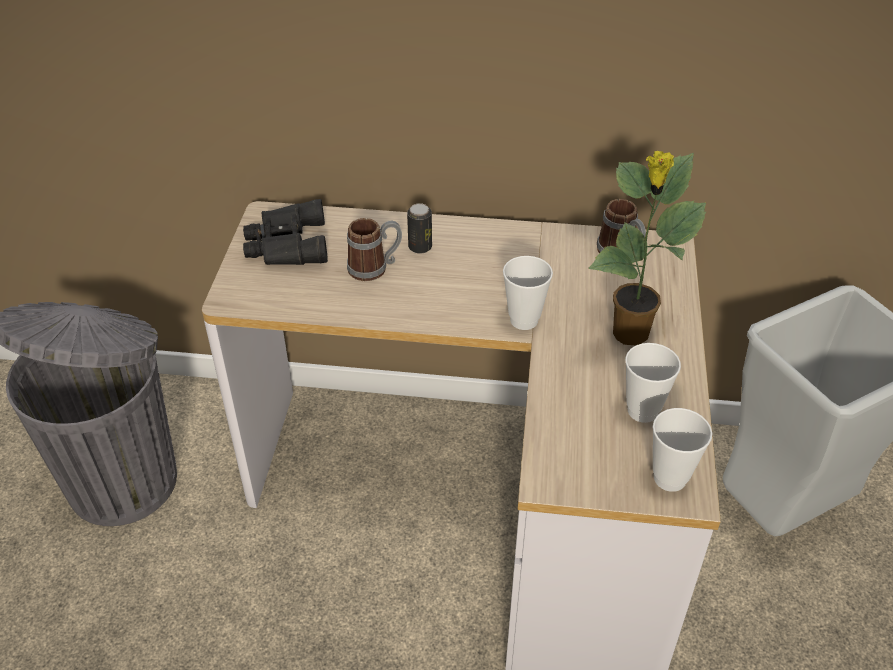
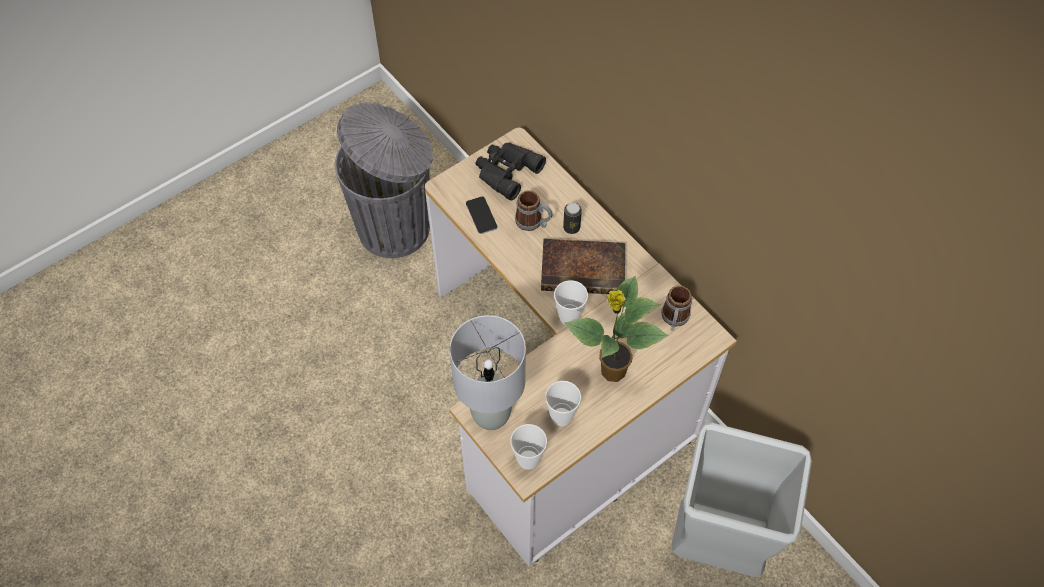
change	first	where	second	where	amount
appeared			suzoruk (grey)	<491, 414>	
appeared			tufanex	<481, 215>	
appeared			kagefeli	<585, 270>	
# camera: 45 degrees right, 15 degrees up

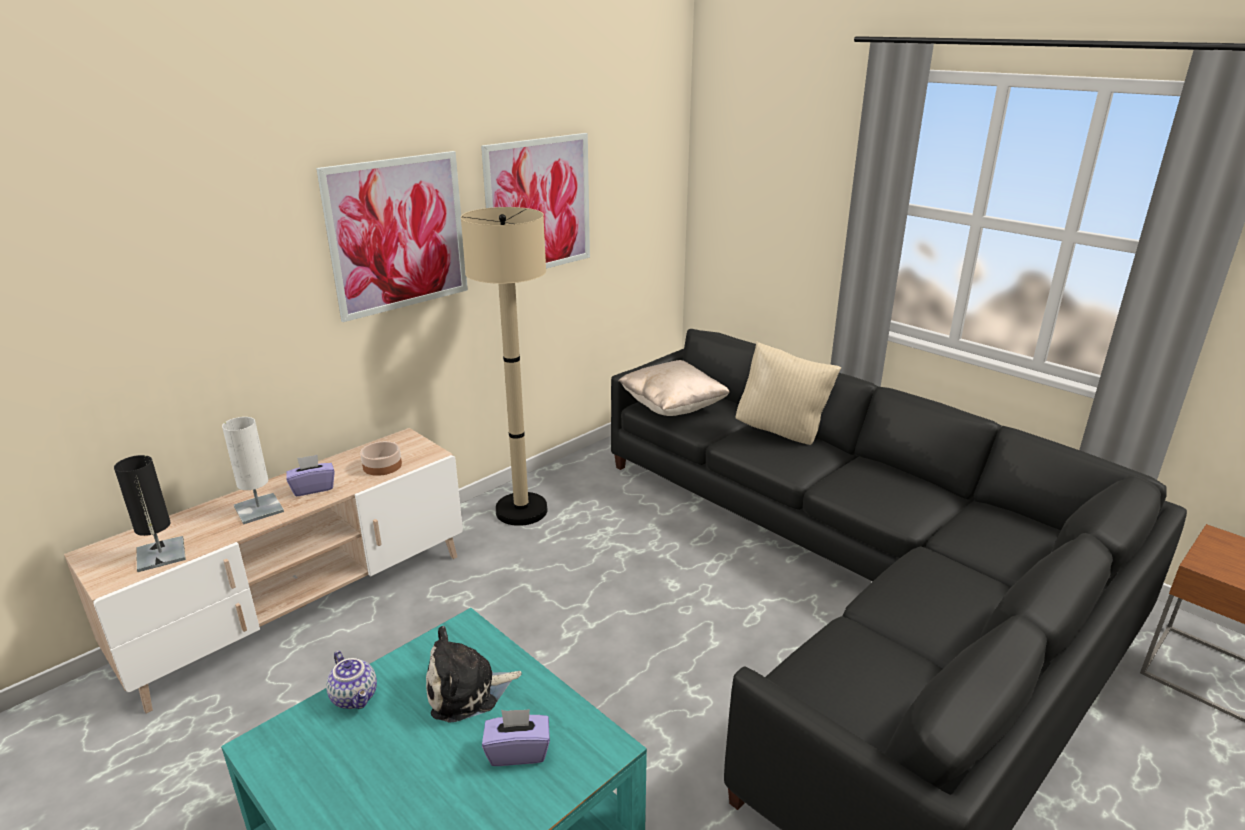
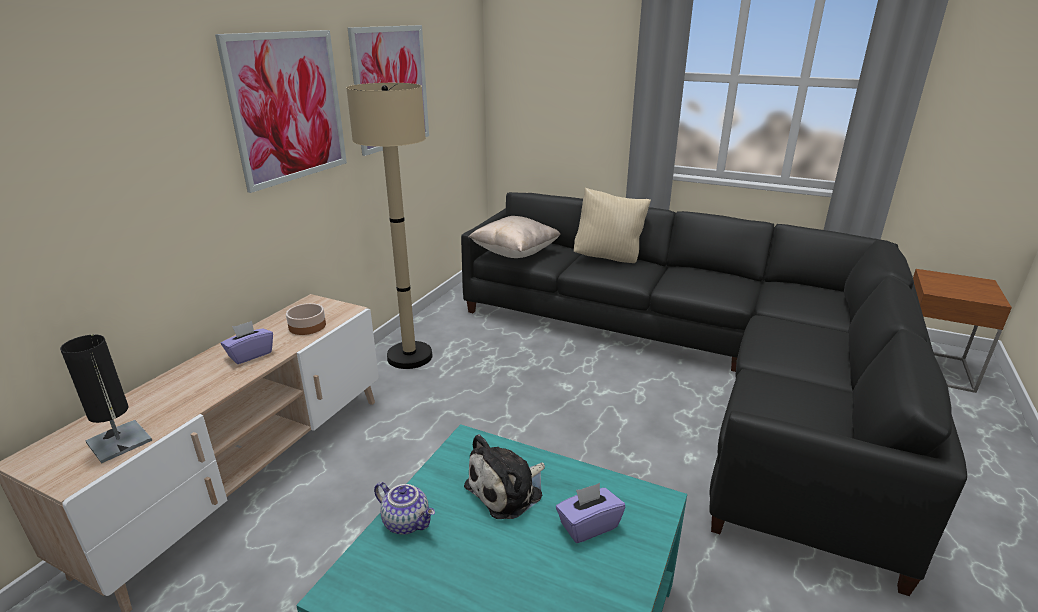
change	first	where	second	where	amount
missing	suzoruk (white)	<259, 509>			
# camera: 20 degrees left, 0 degrees up

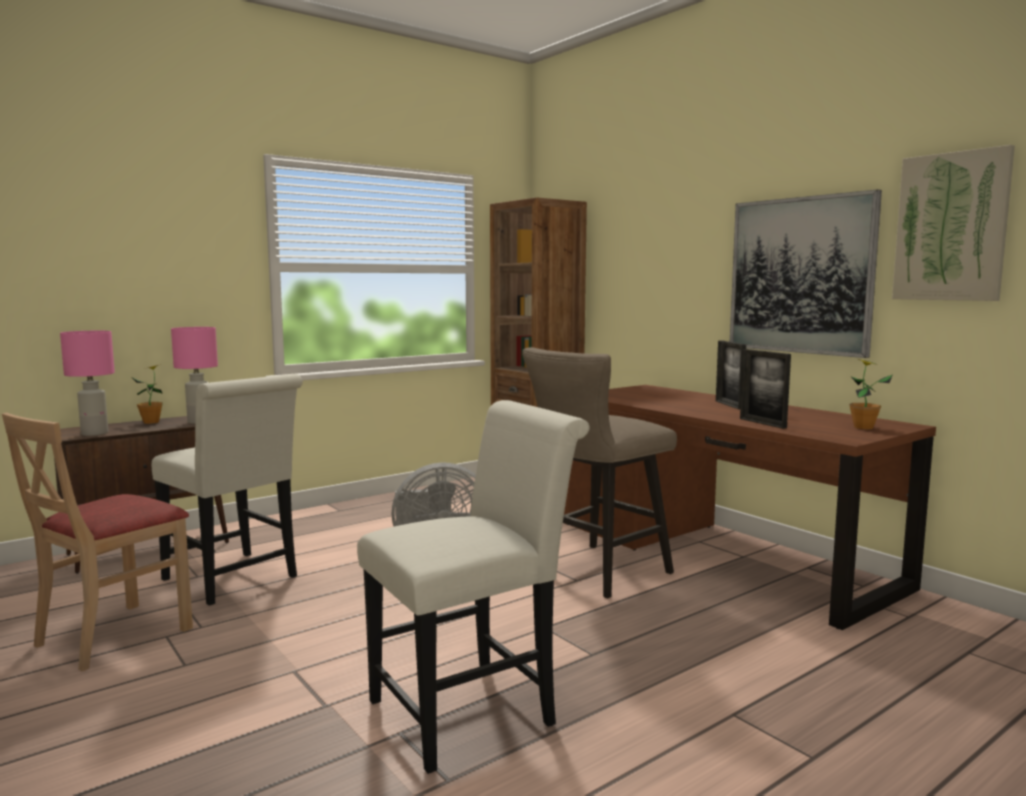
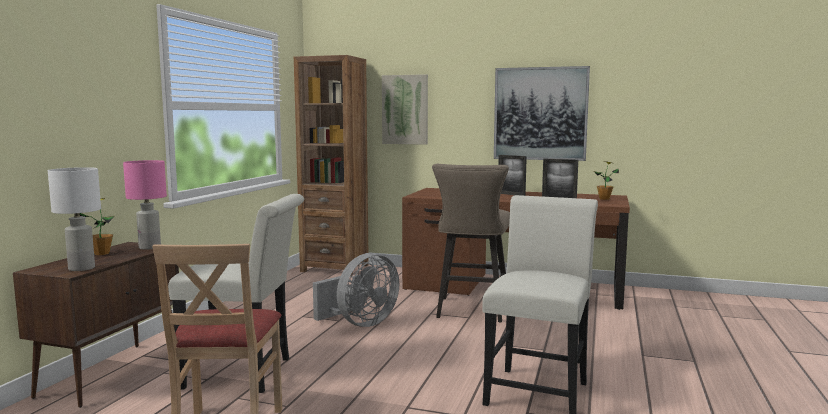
change	first	where	second	where	amount
colour	suzoruk (pink)	<95, 433>	suzoruk (white)	<81, 268>	
relocated	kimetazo	<951, 227>		<405, 109>	
# camera: 35 degrees left, 0 degrees up

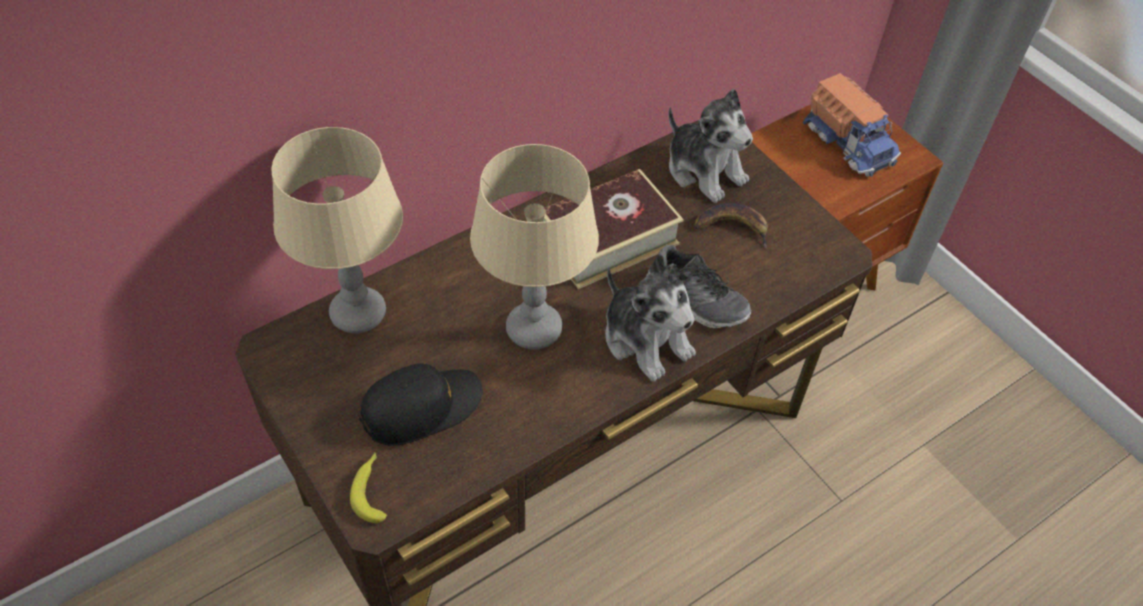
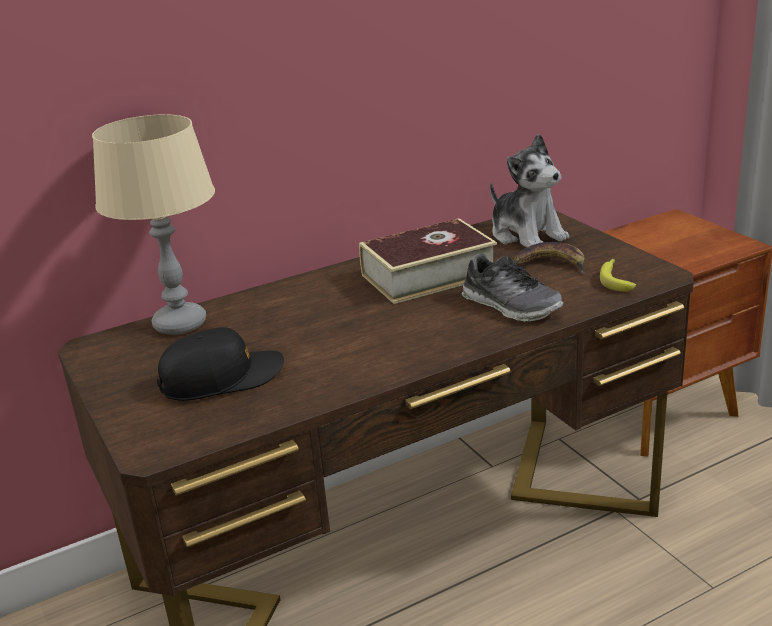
change	first	where	second	where	amount
relocated	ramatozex	<372, 490>		<616, 279>	
missing	suzoruk (beige)	<534, 329>			
missing	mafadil	<646, 339>			
missing	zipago	<849, 141>			
# camera: 10 degrees right, 25 degrees down

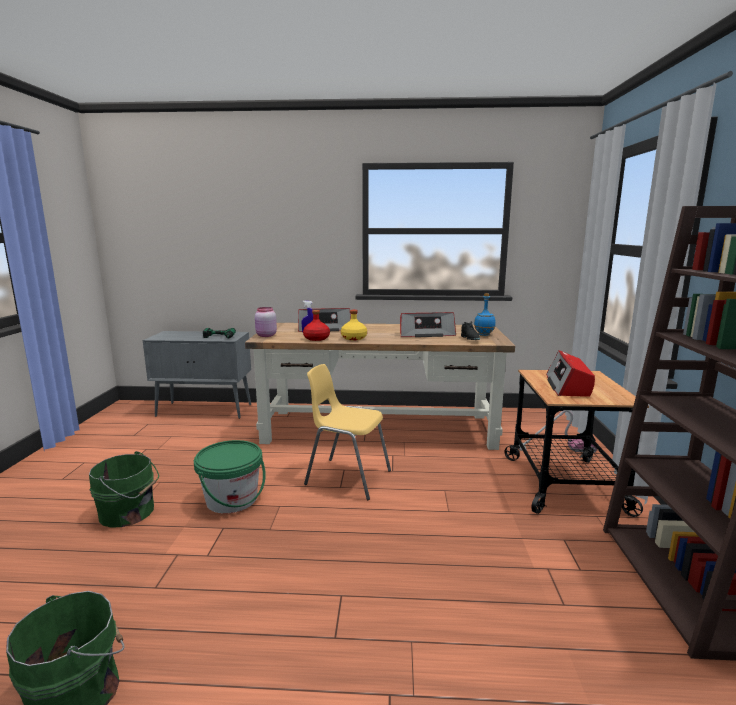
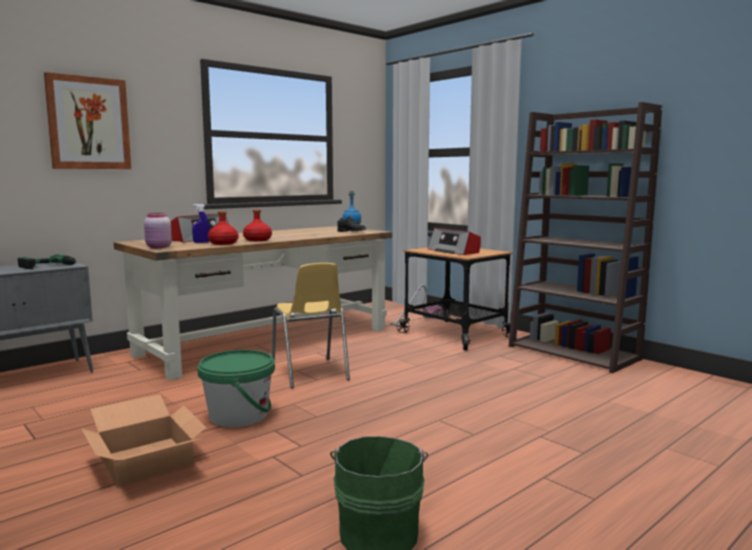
change	first	where	second	where	amount
appeared			kimetazo	<88, 123>	
exchanged	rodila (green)	<129, 513>	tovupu	<148, 460>	
colour	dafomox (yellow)	<353, 338>	dafomox (red)	<257, 240>	
spun	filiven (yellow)	<347, 477>		<310, 373>	90 degrees counterclockwise
missing	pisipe	<426, 334>			
# camera: 45 degrees left, 5 degrees down

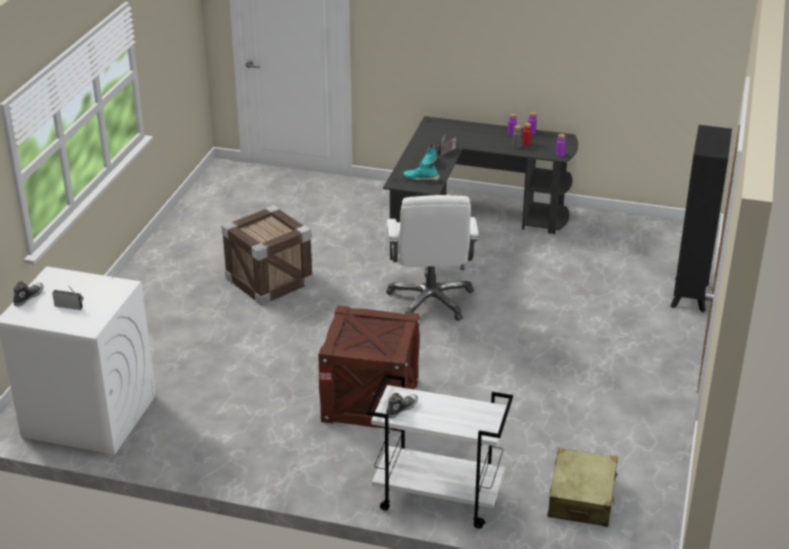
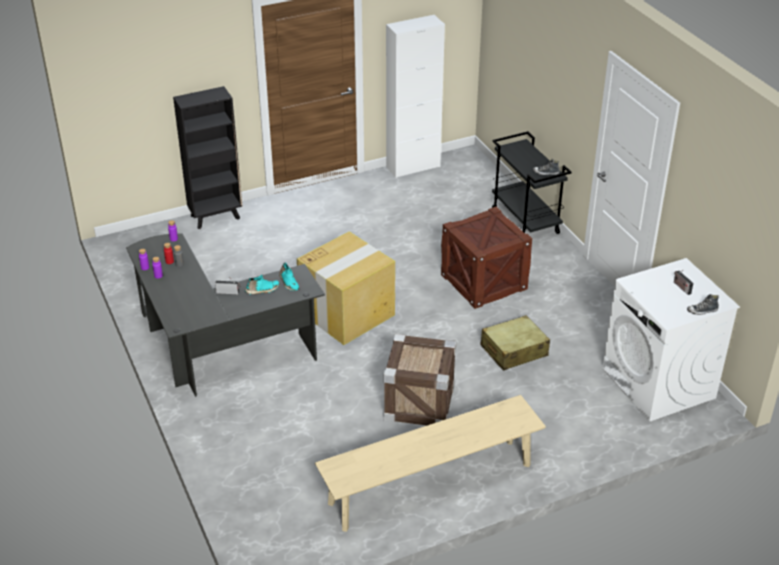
change	first	where	second	where	amount
exchanged	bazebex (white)	<431, 300>	tovupu	<348, 313>	
appeared			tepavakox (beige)	<430, 484>	
appeared			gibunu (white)	<413, 167>	
relocated	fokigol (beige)	<581, 498>		<513, 351>	
colour	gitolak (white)	<436, 498>	gitolak (black)	<526, 221>	
# camera: 130 degrees left, 5 degrees up

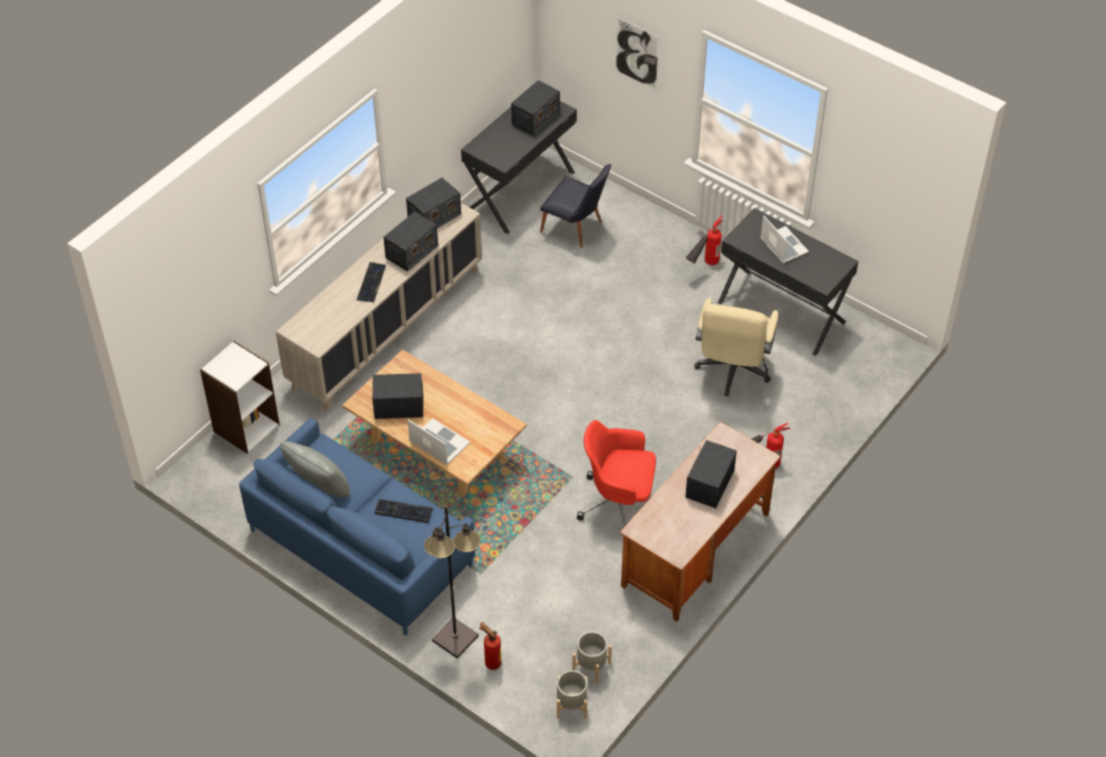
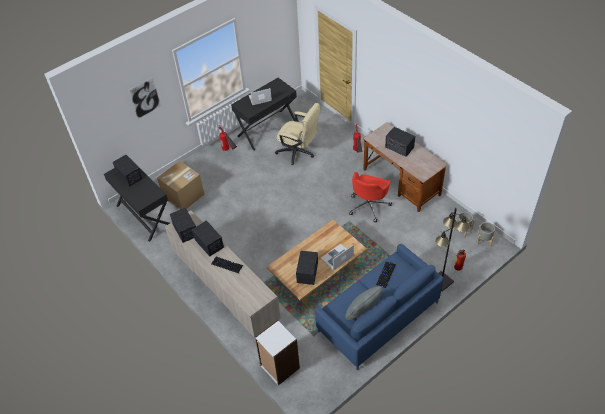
change	first	where	second	where	amount
exchanged	filiven (black)	<576, 229>	tovupu	<183, 196>	
# camera: 75 degrees left, 0 degrees up

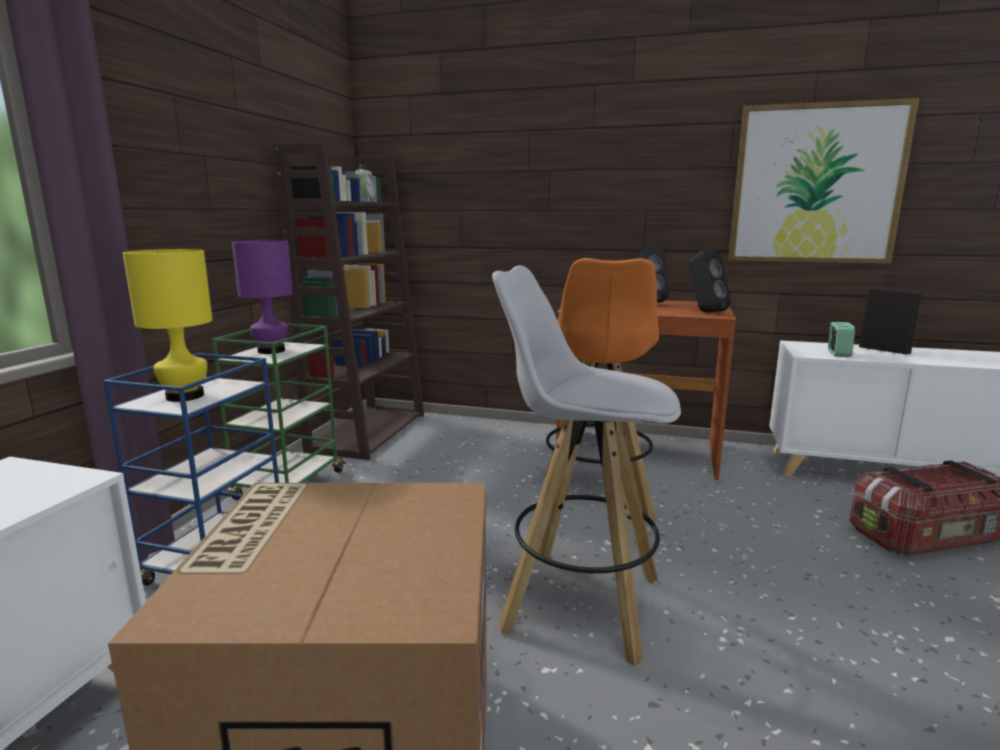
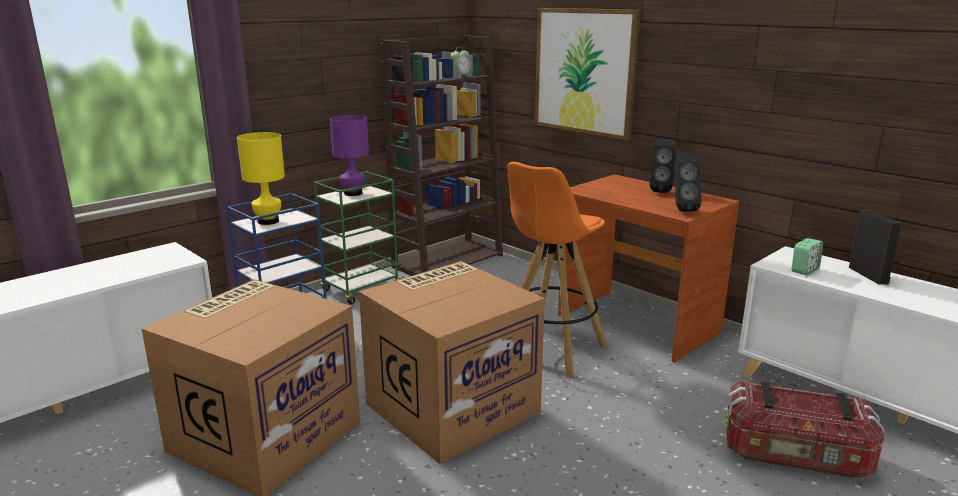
change	first	where	second	where	amount
exchanged	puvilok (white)	<578, 602>	tovupu	<452, 406>	
relocated	kimetazo	<815, 184>		<584, 71>	
# camera: 30 degrees right, 5 degrees up

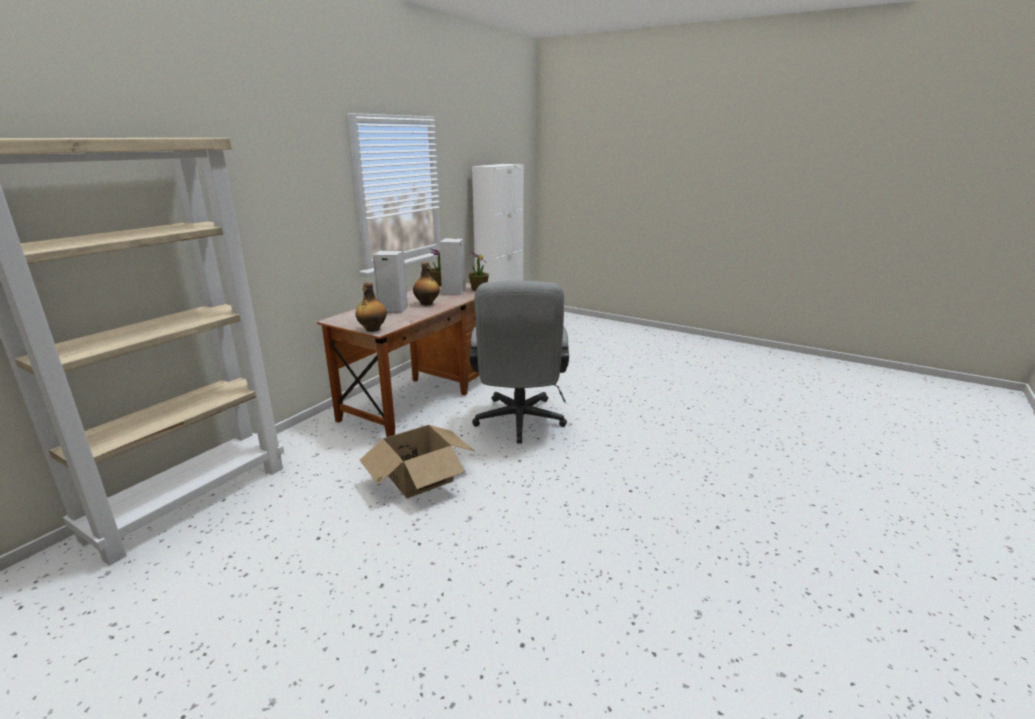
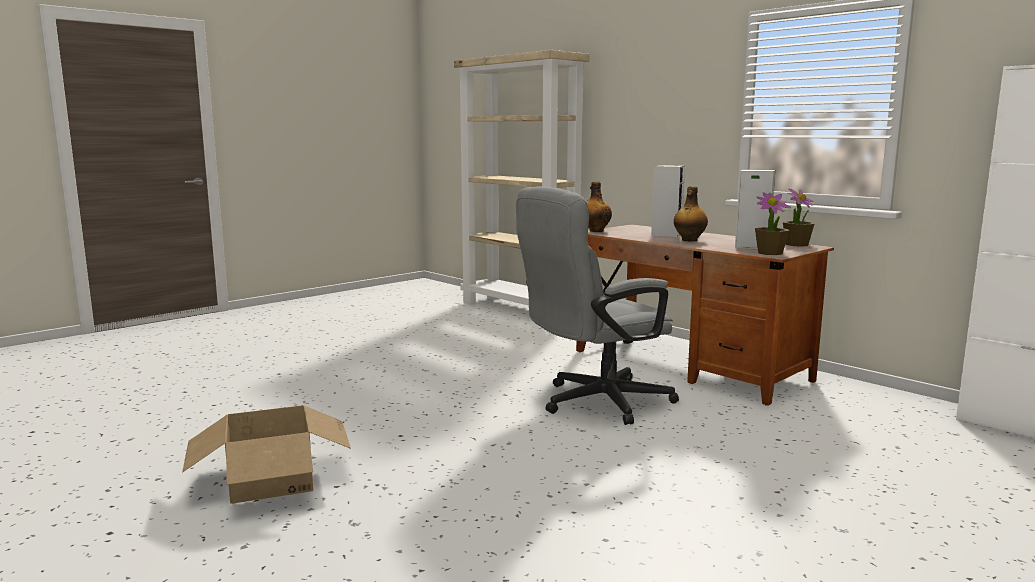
change	first	where	second	where	amount
relocated	tovupu	<419, 477>		<271, 479>	
spun	bazebex (grey)	<519, 423>		<594, 402>	45 degrees counterclockwise
# camera: 105 degrees right, 10 degrees down

